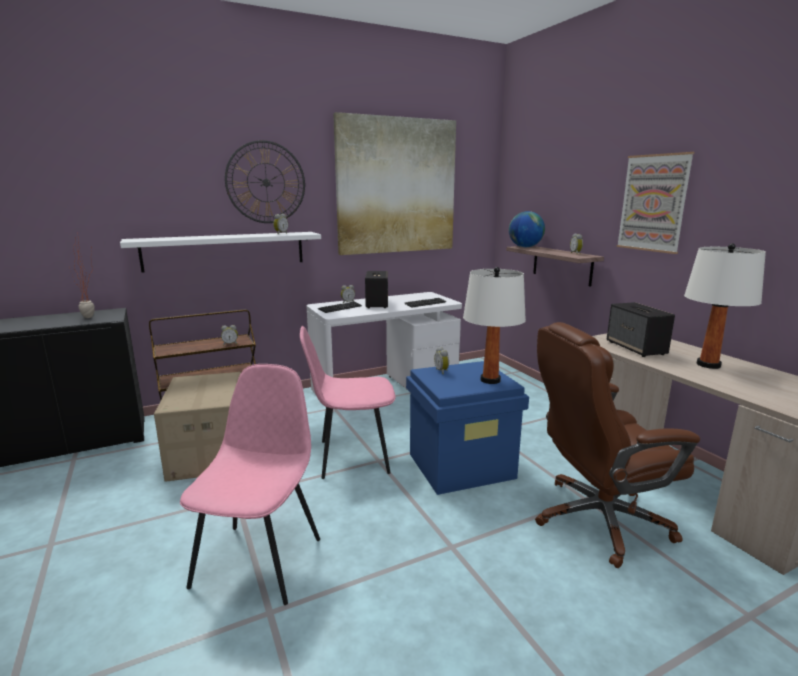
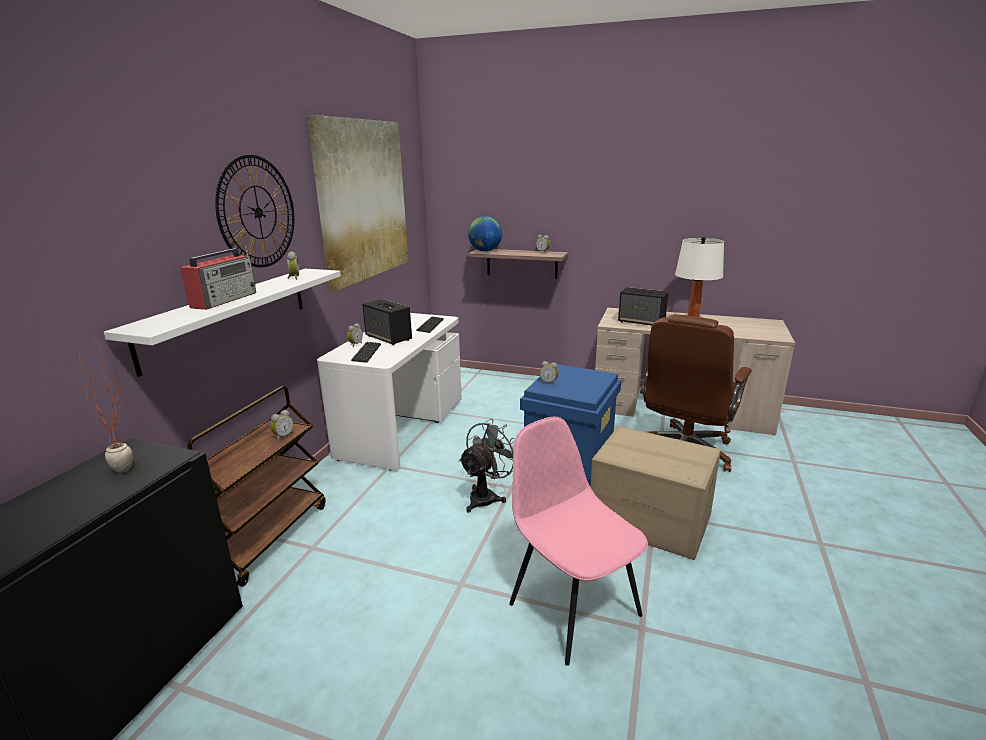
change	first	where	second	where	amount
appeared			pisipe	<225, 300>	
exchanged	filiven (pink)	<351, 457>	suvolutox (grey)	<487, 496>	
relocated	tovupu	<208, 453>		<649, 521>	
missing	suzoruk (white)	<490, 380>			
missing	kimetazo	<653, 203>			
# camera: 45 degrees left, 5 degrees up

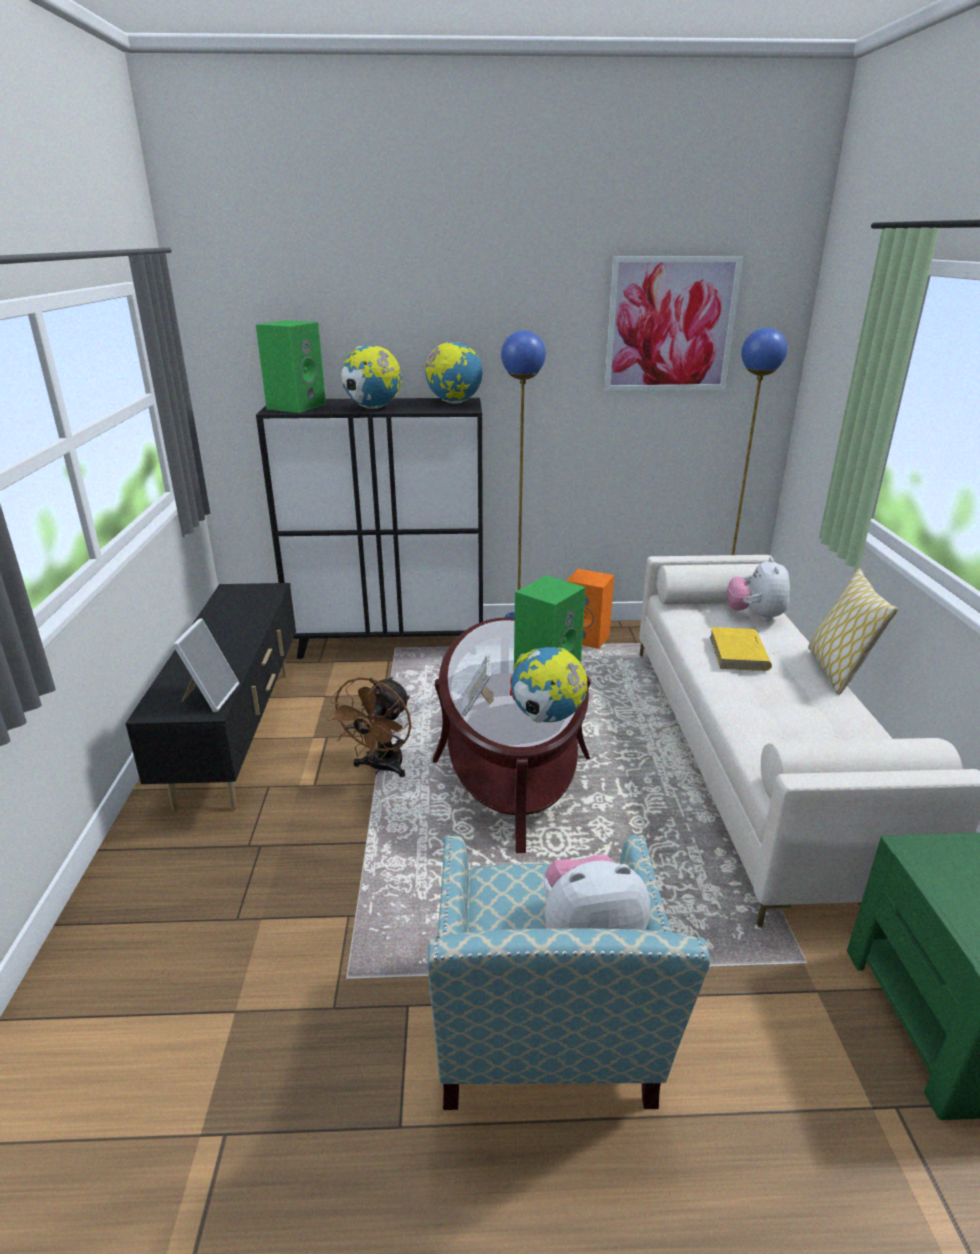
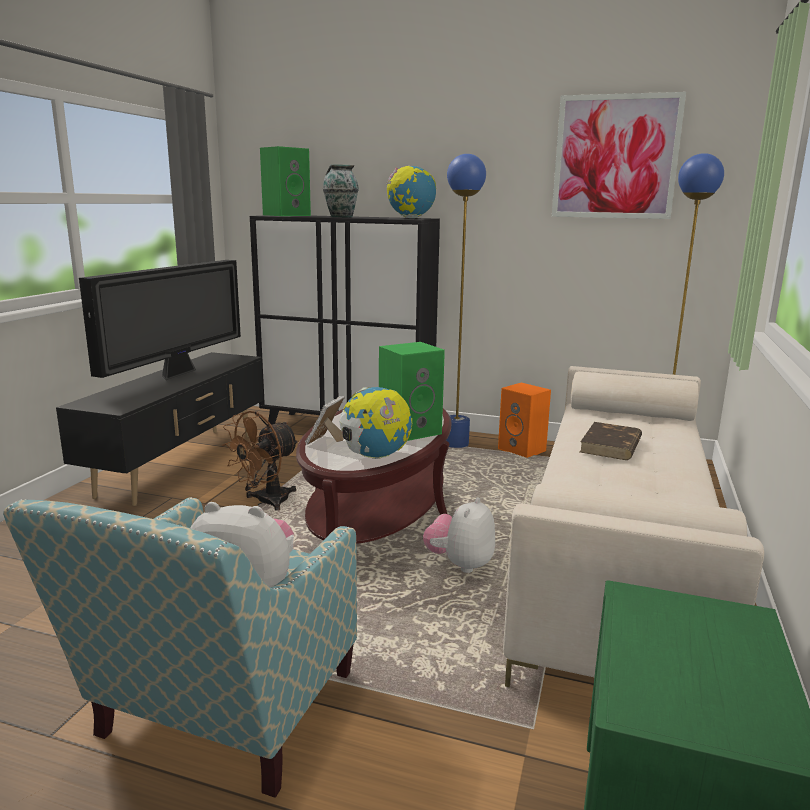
change	first	where	second	where	amount
appeared			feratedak	<178, 373>	
exchanged	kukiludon	<373, 408>	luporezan	<340, 217>	
relocated	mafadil	<755, 616>		<460, 564>	
colour	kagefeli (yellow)	<739, 653>	kagefeli (brown)	<611, 445>	
missing	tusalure	<210, 696>			
missing	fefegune	<837, 671>			
# camera: 20 degrees right, 10 degrees down

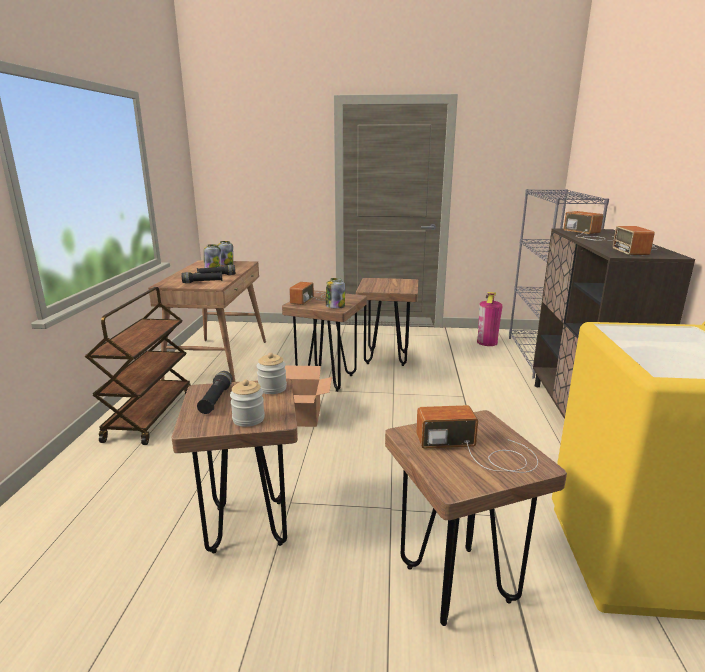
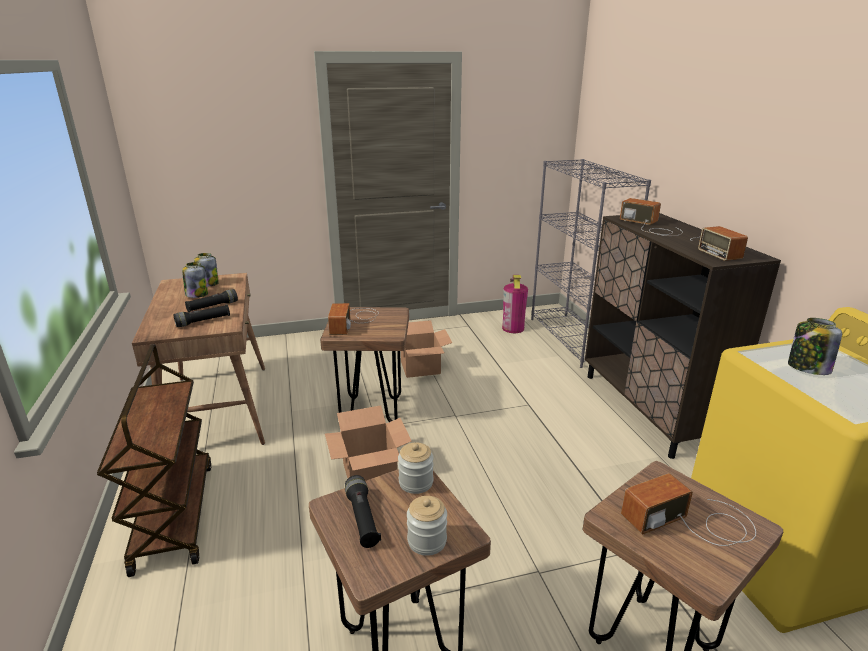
change	first	where	second	where	amount
exchanged	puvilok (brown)	<386, 358>	tovupu	<421, 367>	
relocated	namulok	<335, 306>		<807, 368>	
# camera: 20 degrees left, 5 degrees up

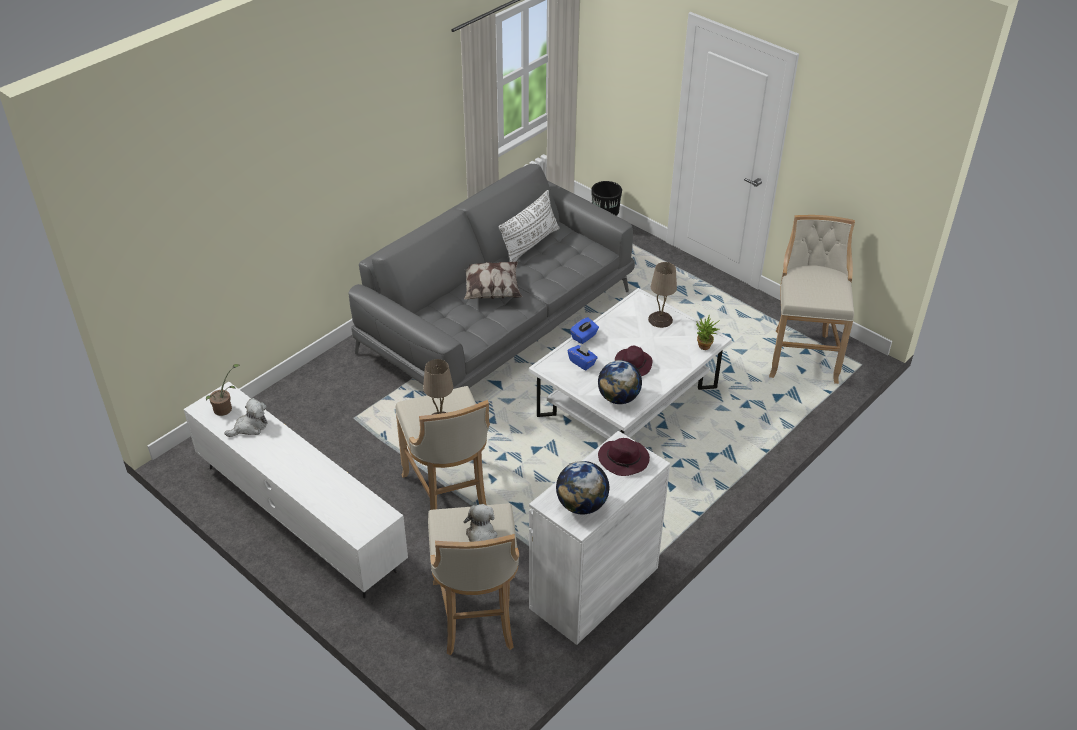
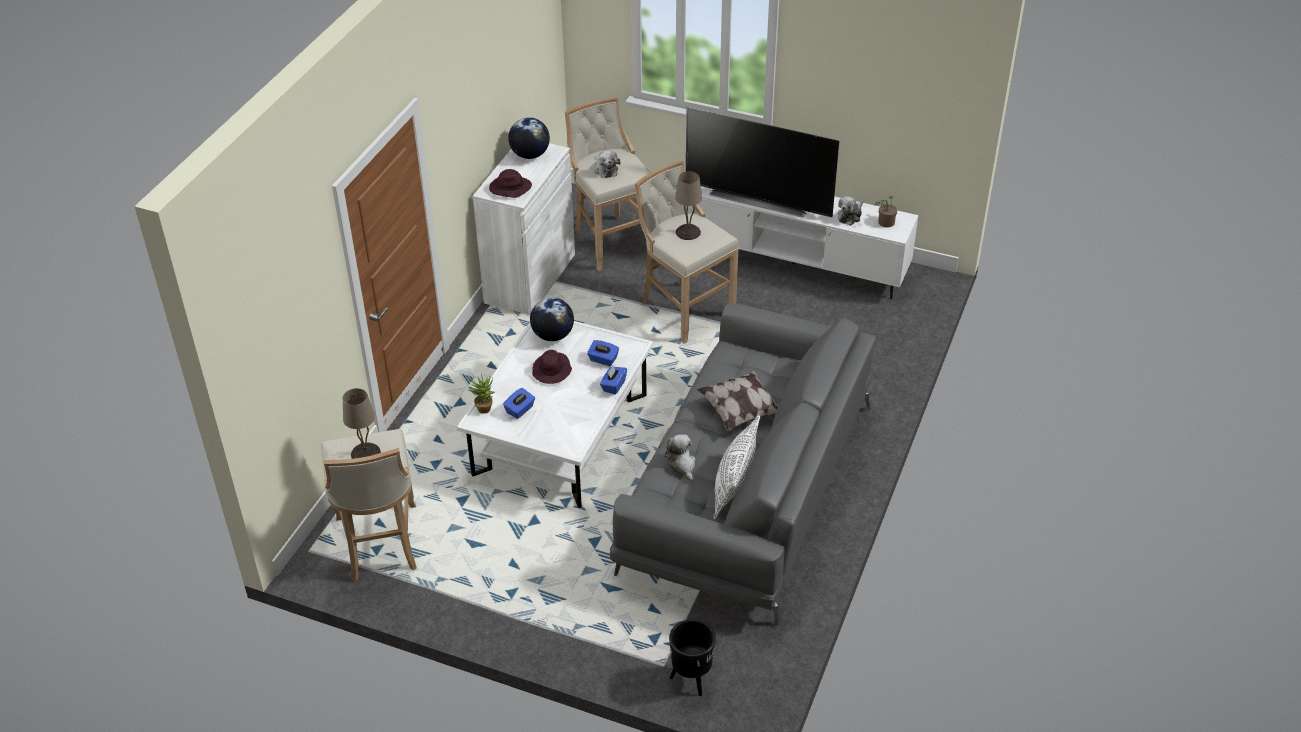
change	first	where	second	where	amount
relocated	suzoruk (beige)	<659, 319>		<366, 453>	
appeared			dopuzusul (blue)	<520, 410>	
appeared			mafadil	<682, 465>	
appeared			feratedak	<760, 198>	
# camera: 160 degrees right, 0 degrees up

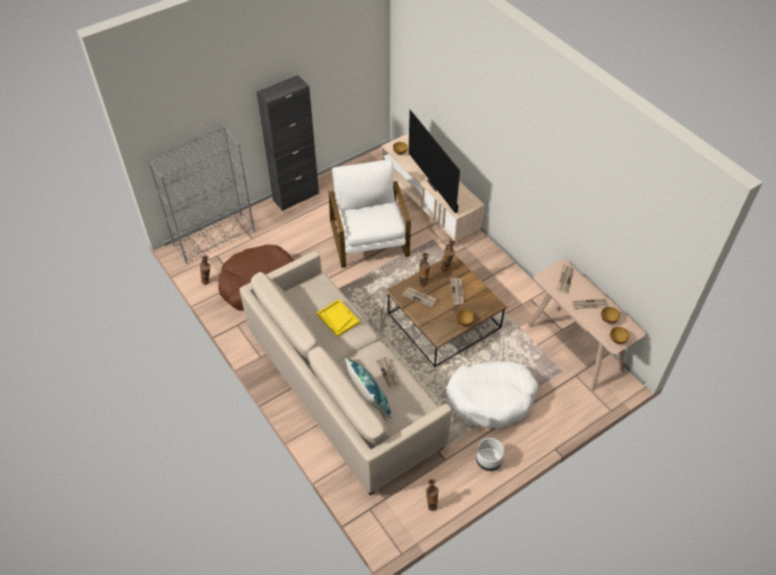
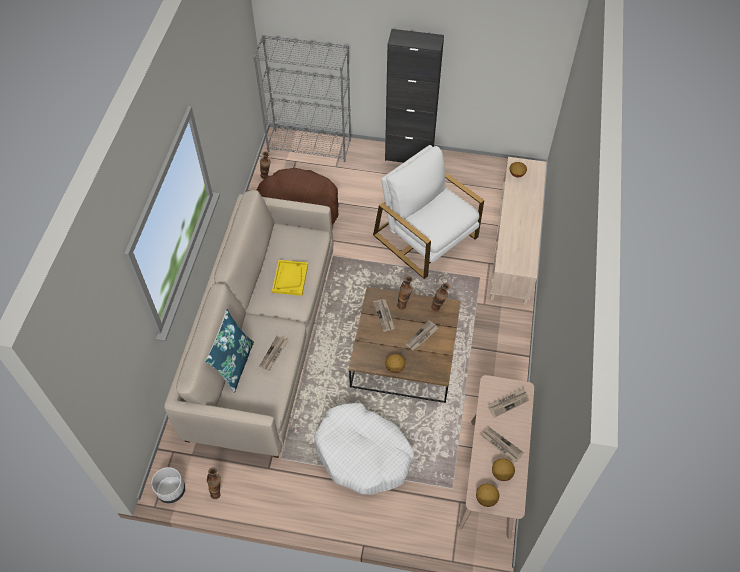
change	first	where	second	where	amount
relocated	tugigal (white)	<488, 461>		<171, 491>	
spun	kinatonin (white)	<370, 239>		<427, 236>	75 degrees counterclockwise
missing	feratedak	<436, 184>			
# camera: 45 degrees right, 5 degrees up

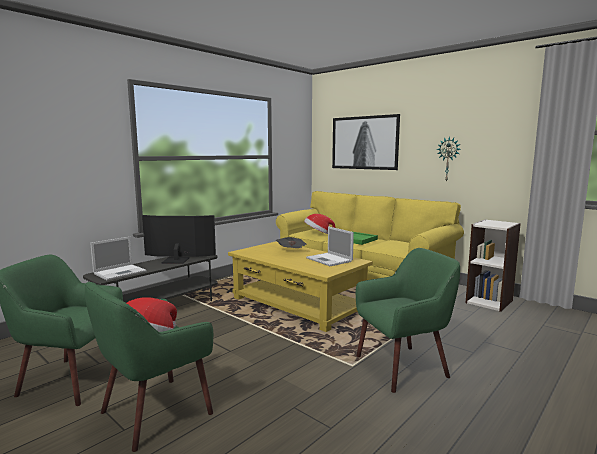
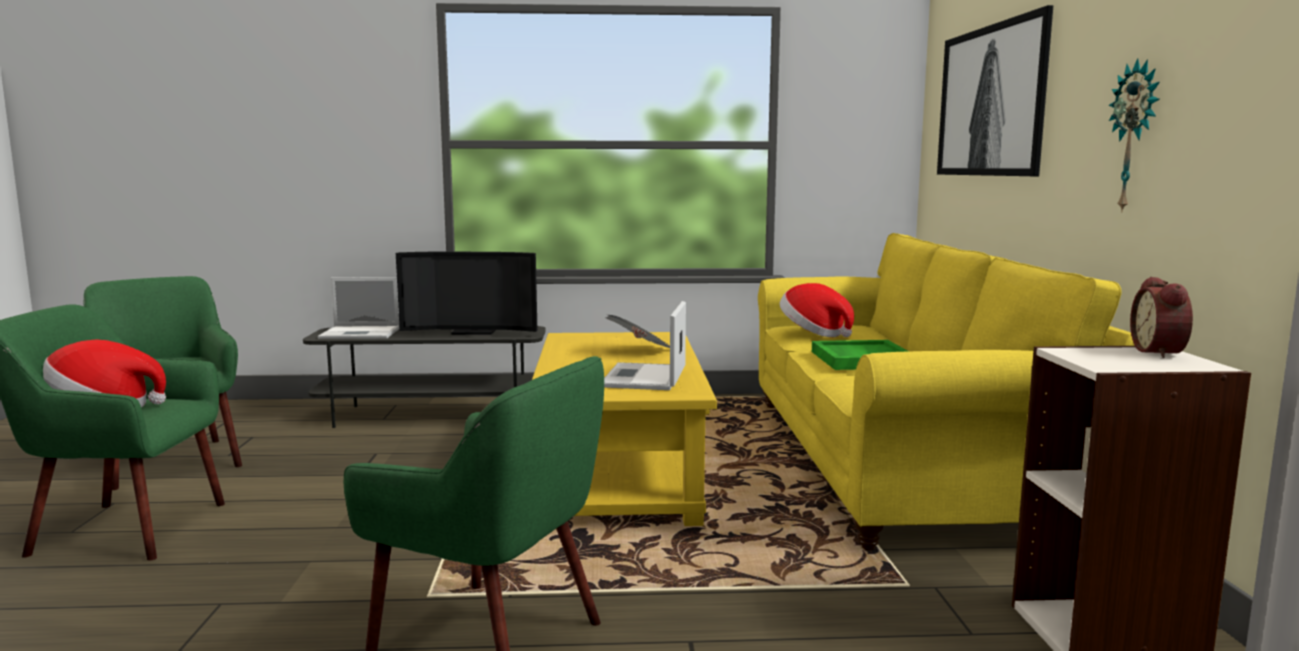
change	first	where	second	where	amount
spun	feratedak	<177, 259>		<473, 332>	135 degrees clockwise
appeared			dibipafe	<1161, 352>	
# camera: 45 degrees right, 0 degrees up

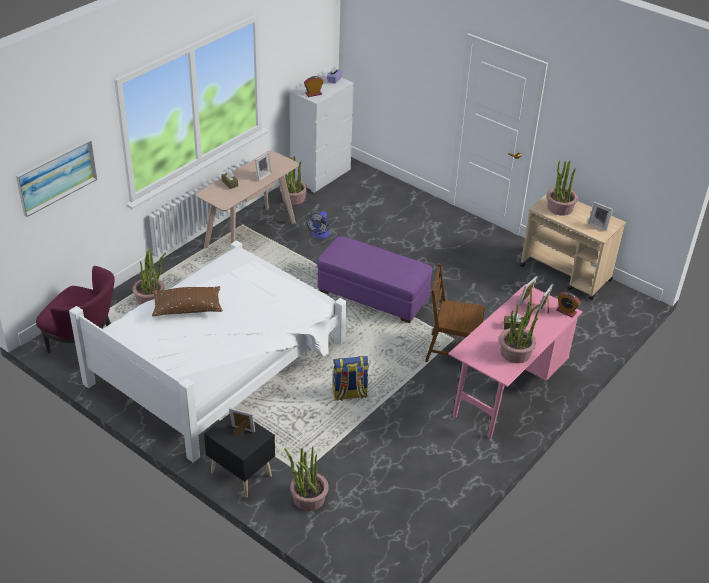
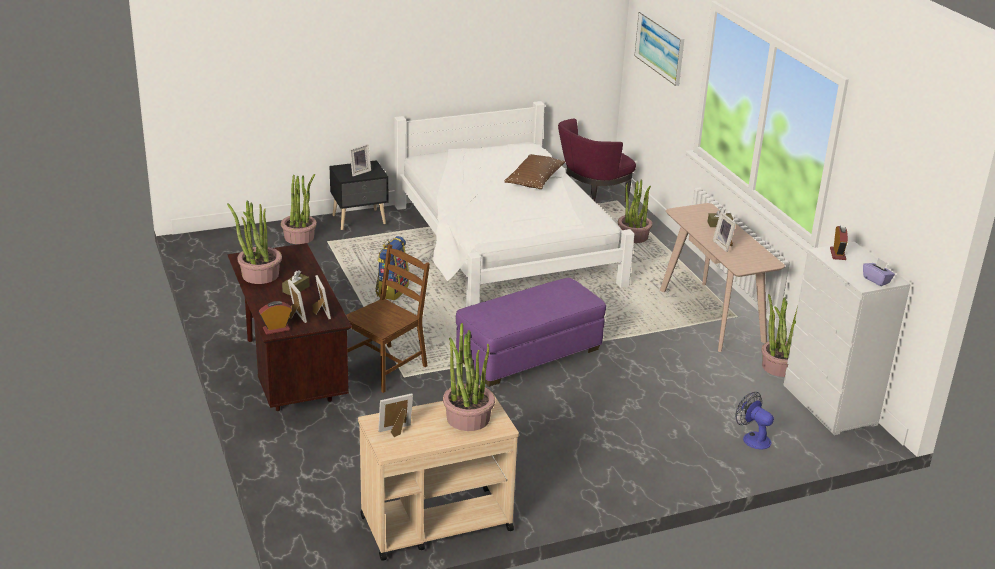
change	first	where	second	where	amount
colour	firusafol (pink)	<506, 392>	firusafol (brown)	<290, 375>	
relocated	suvolutox	<319, 235>		<752, 438>	
# camera: 120 degrees right, 10 degrees down

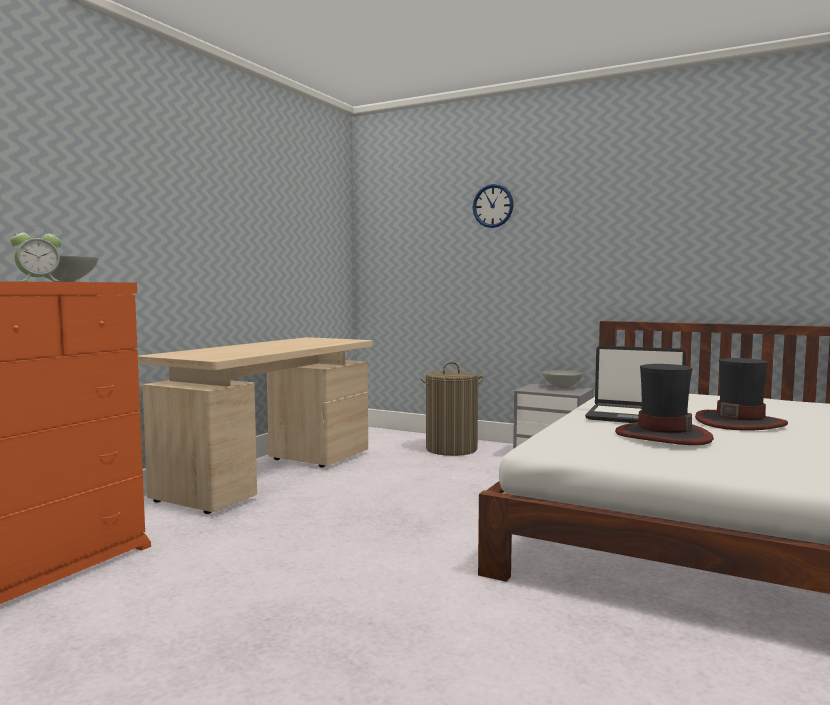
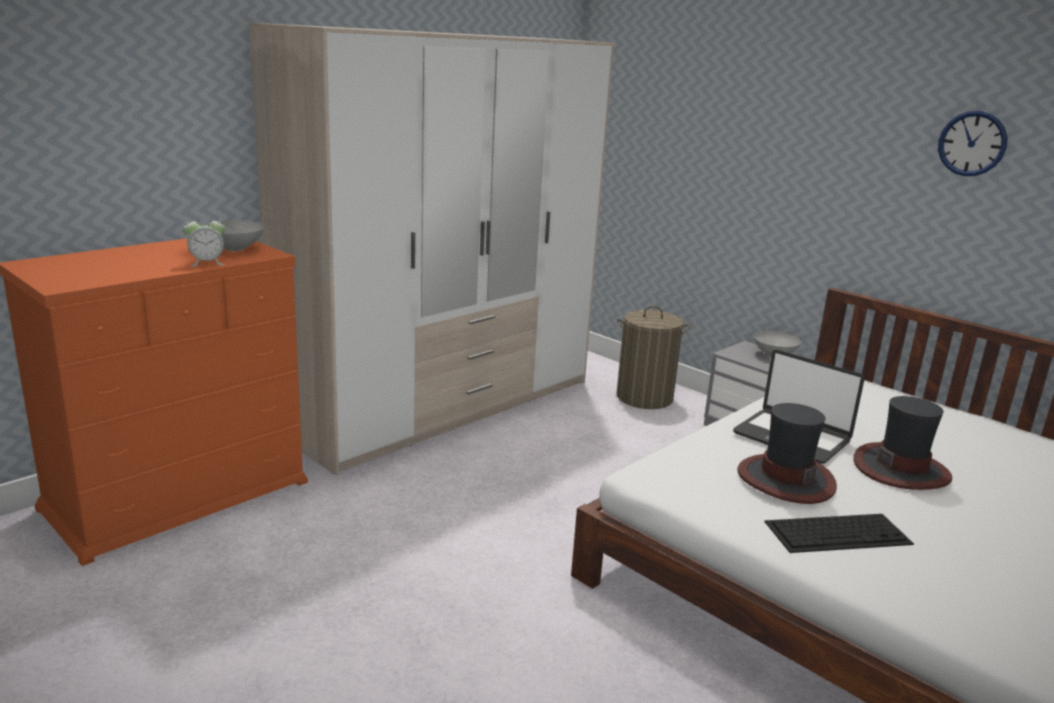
change	first	where	second	where	amount
exchanged	firusafol (beige)	<272, 474>	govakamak	<444, 406>	
appeared			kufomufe	<838, 532>	
relocated	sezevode	<493, 206>		<972, 143>	
# camera: 15 degrees right, 15 degrees up

